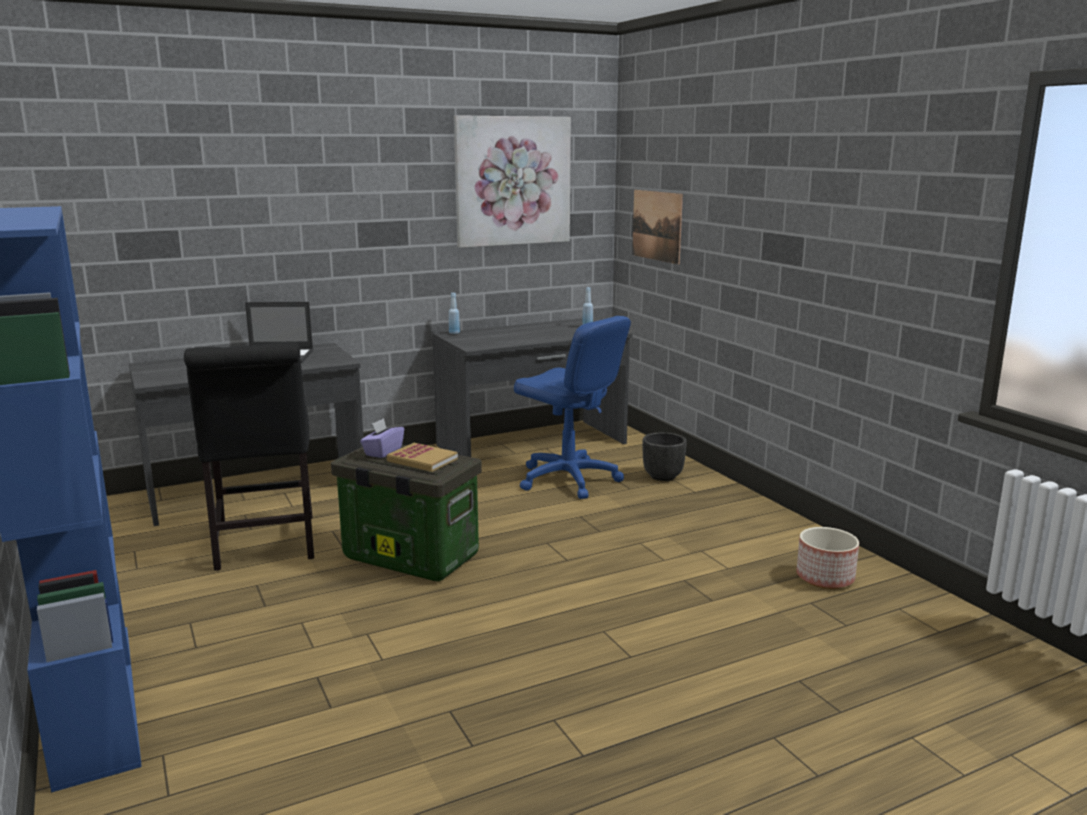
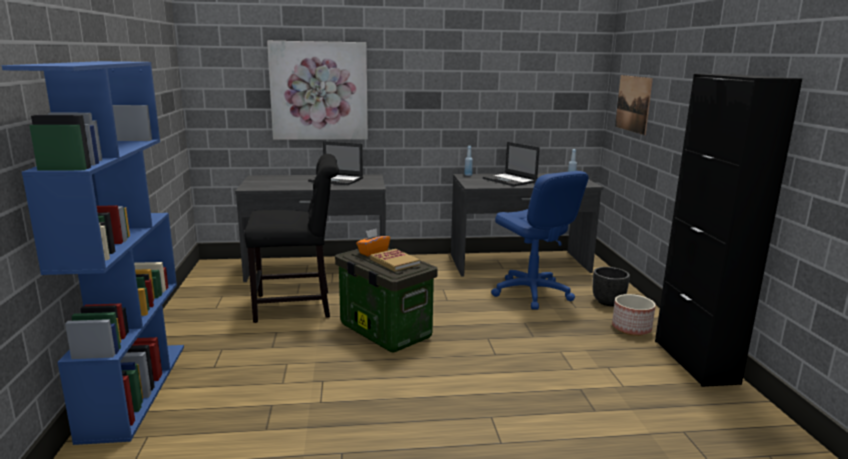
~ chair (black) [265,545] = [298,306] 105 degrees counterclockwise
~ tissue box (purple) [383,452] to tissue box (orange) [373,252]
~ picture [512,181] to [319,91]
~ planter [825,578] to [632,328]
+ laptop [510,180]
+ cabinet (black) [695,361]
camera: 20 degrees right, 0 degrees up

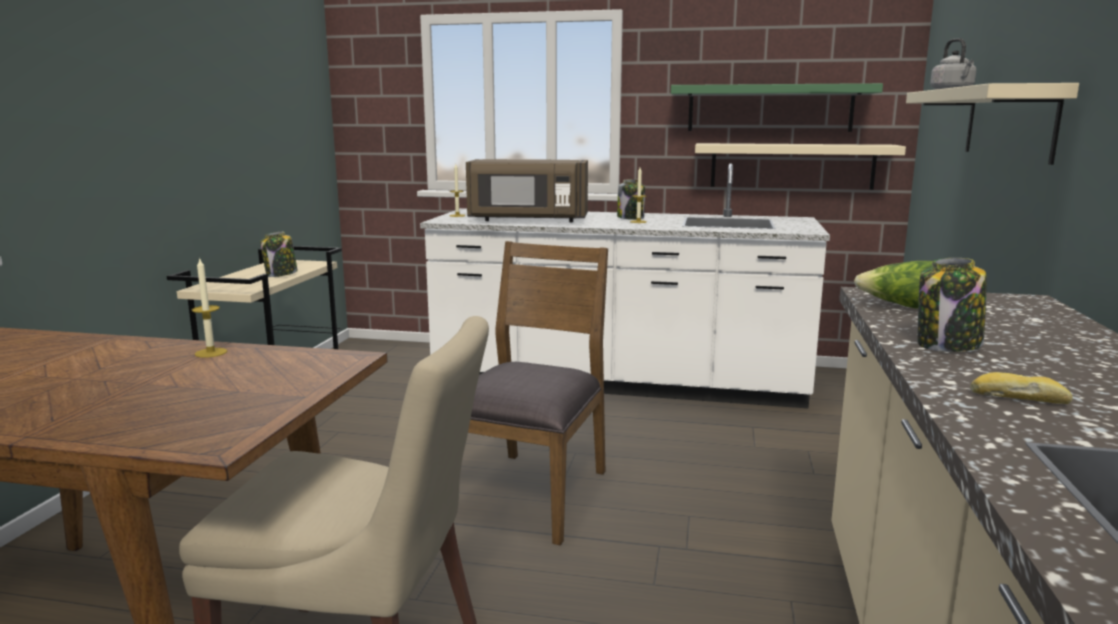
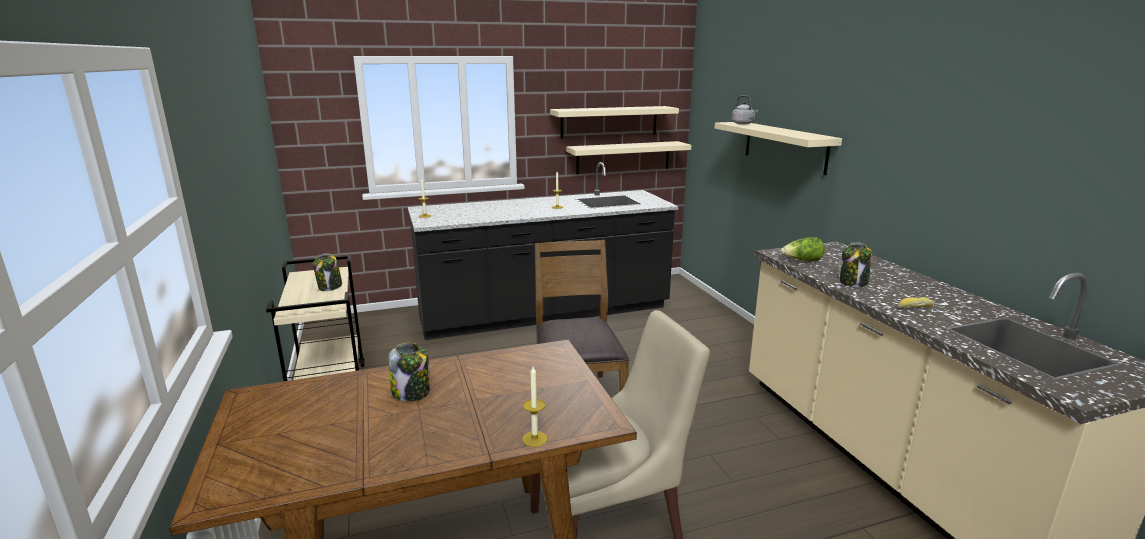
~ candle [211,352] to [534,439]
~ counter (white) [618,382] to counter (black) [545,313]
- microwave (brown) [527,220]
~ jar [631,218] to [412,392]
~ shelf (green) [769,108] to shelf (beige) [609,122]
camera: 30 degrees left, 5 degrees up

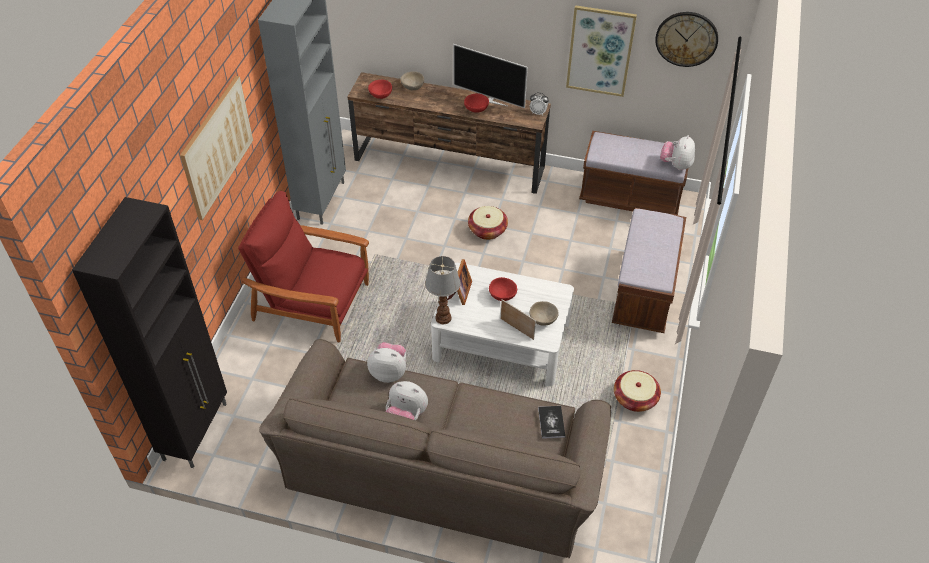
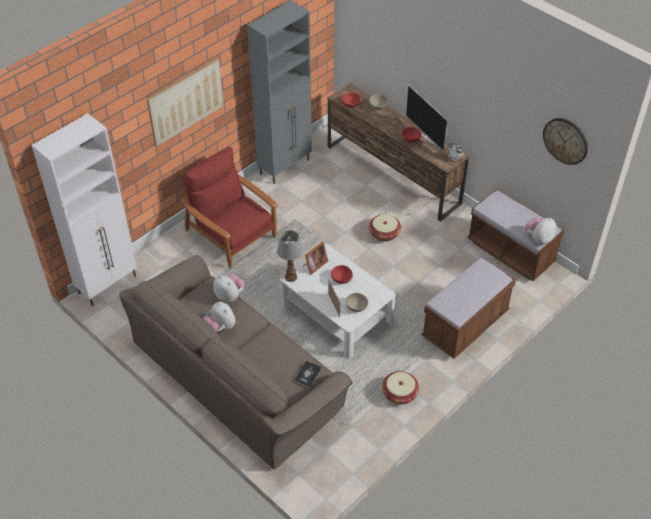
~ cabinet (black) [196,430] to cabinet (white) [108,284]
- picture [600,51]
camera: 30 degrees right, 0 degrees up

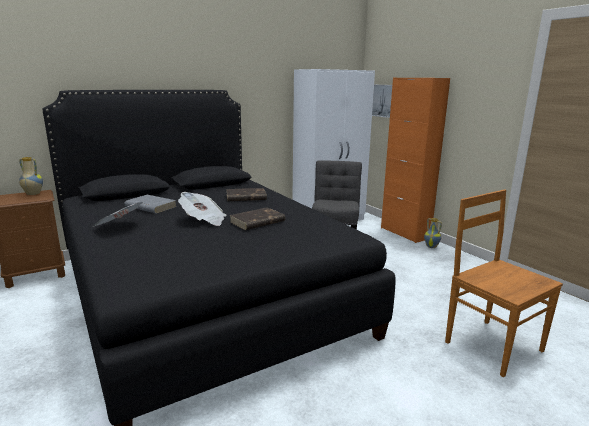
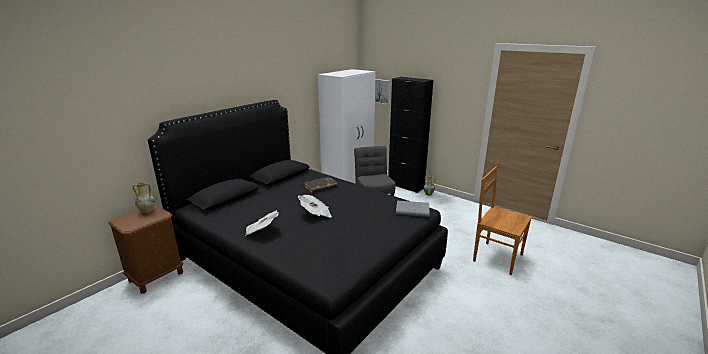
~ book (grey) [150,206] to [412,211]
- book (brown) [257,222]
~ cabinet (orange) [405,233] to cabinet (black) [406,186]
camera: 20 degrees left, 5 degrees up

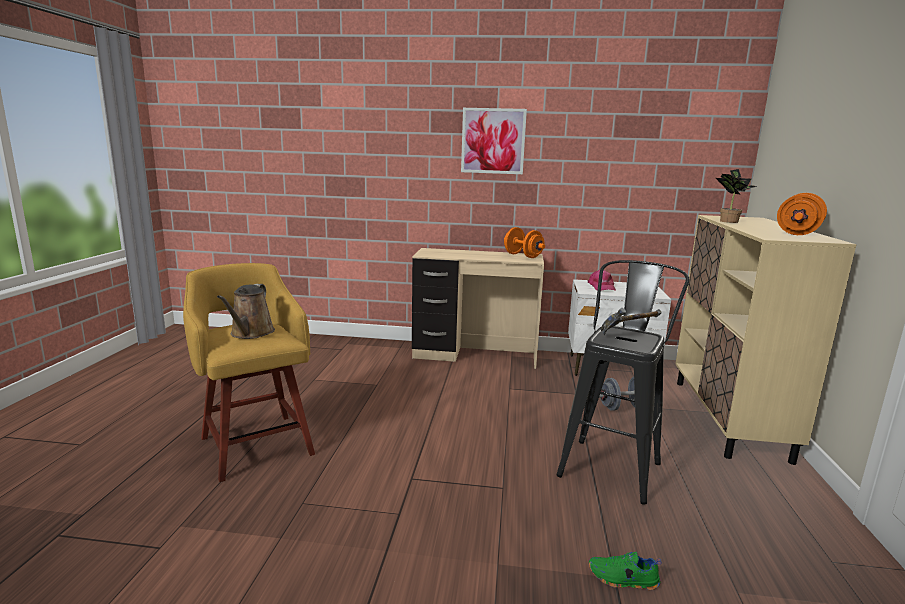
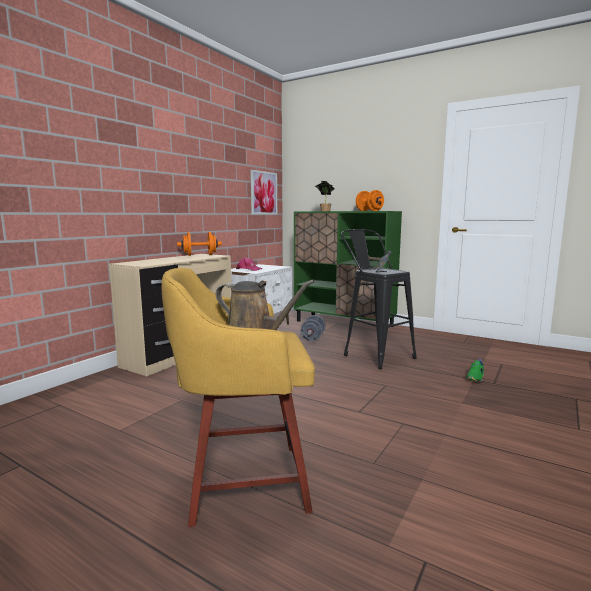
~ picture [493,141] to [263,193]
~ cabinet (beige) [728,418] to cabinet (green) [344,323]
camera: 65 degrees left, 5 degrees down

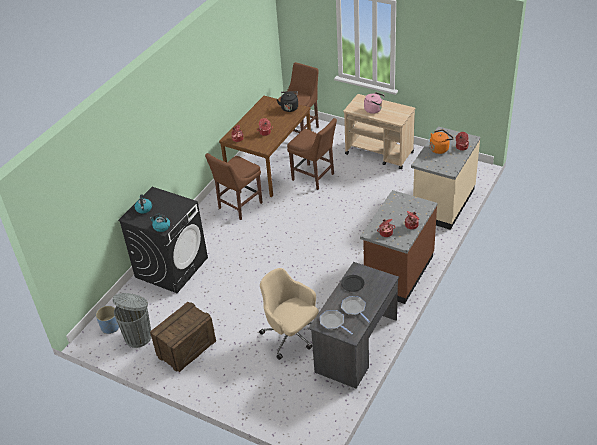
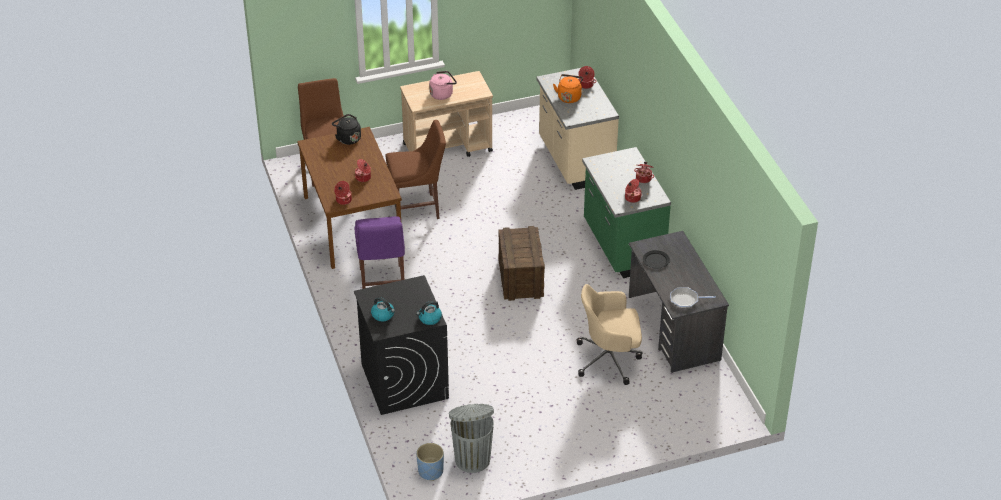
~ crate [186,348] to [520,278]
~ chair (brown) [238,206] to chair (purple) [382,283]
- frying pan [354,308]
~ counter (brown) [398,272] to counter (green) [621,246]
camera: 50 degrees left, 0 degrees up

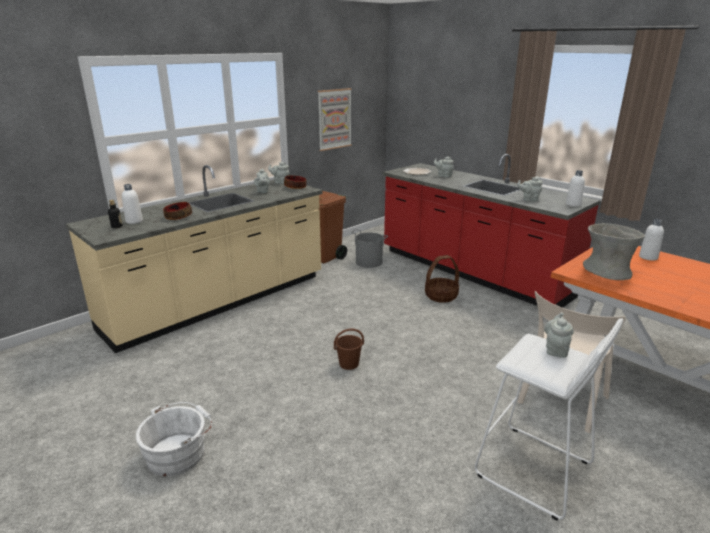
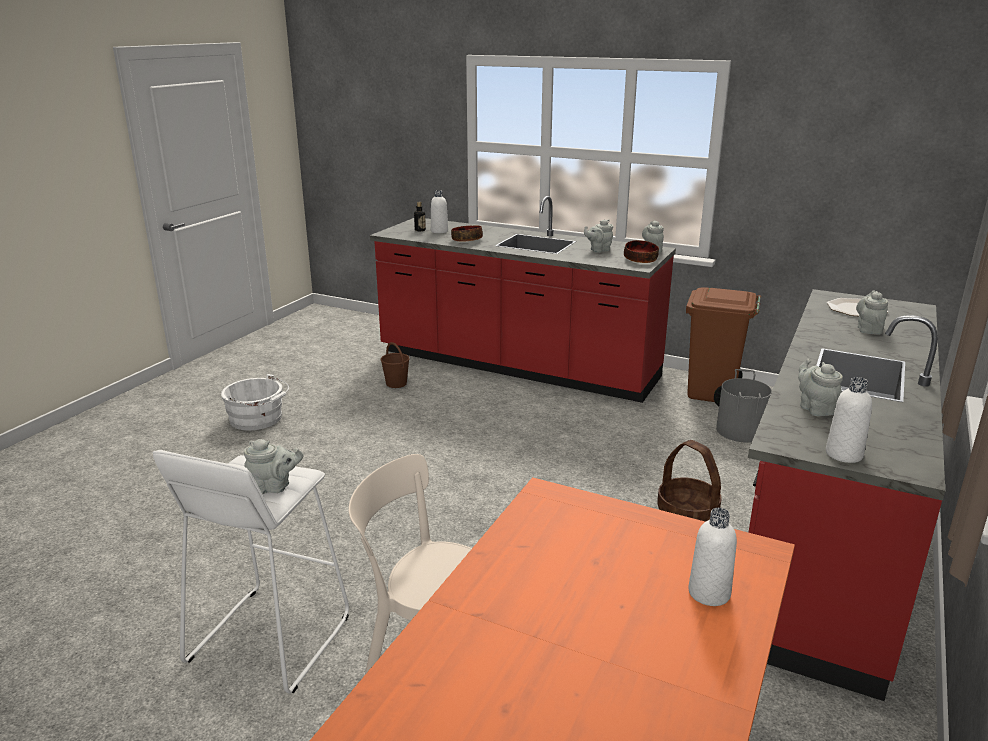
~ counter (beige) [219,303] to counter (red) [516,366]
- picture [334,119]
~ bucket (brown) [349,364] to [396,384]
- vase (grey) [606,271]
camera: 70 degrees right, 0 degrees up

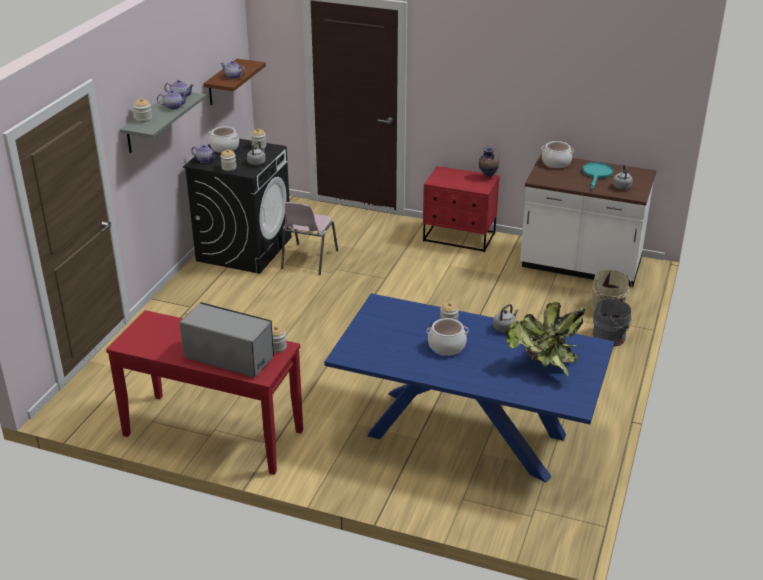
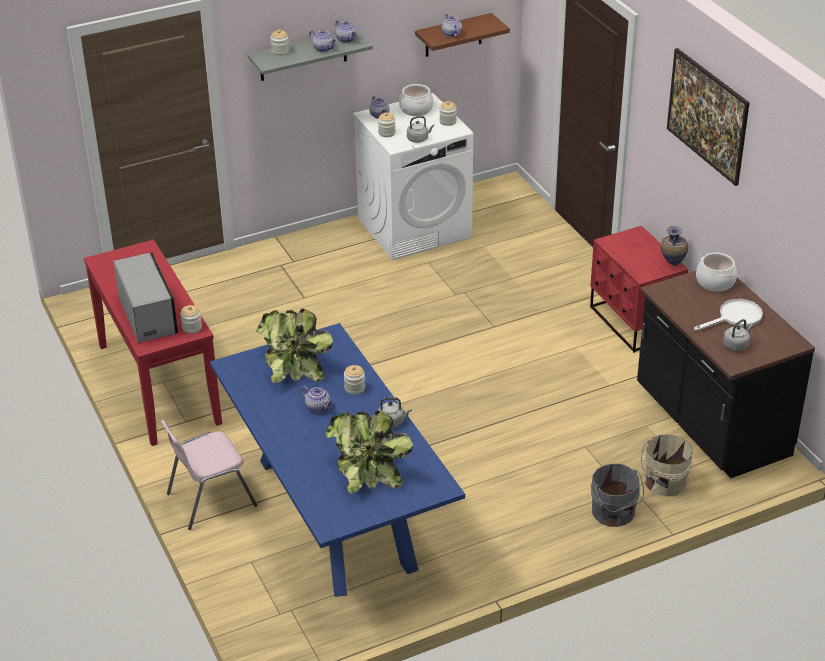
~ washing machine (black) [244,249] to washing machine (white) [415,228]
~ chair (pink) [308,260] to [210,499]
~ cooking pot [447,346] to teapot [318,407]
~ counter (white) [580,266] to counter (black) [710,424]
~ frying pan (turquoise) [597,174] to frying pan (white) [735,318]
+ potted plant [292,369]
+ picture [705,136]
camera: 45 degrees right, 5 degrees up

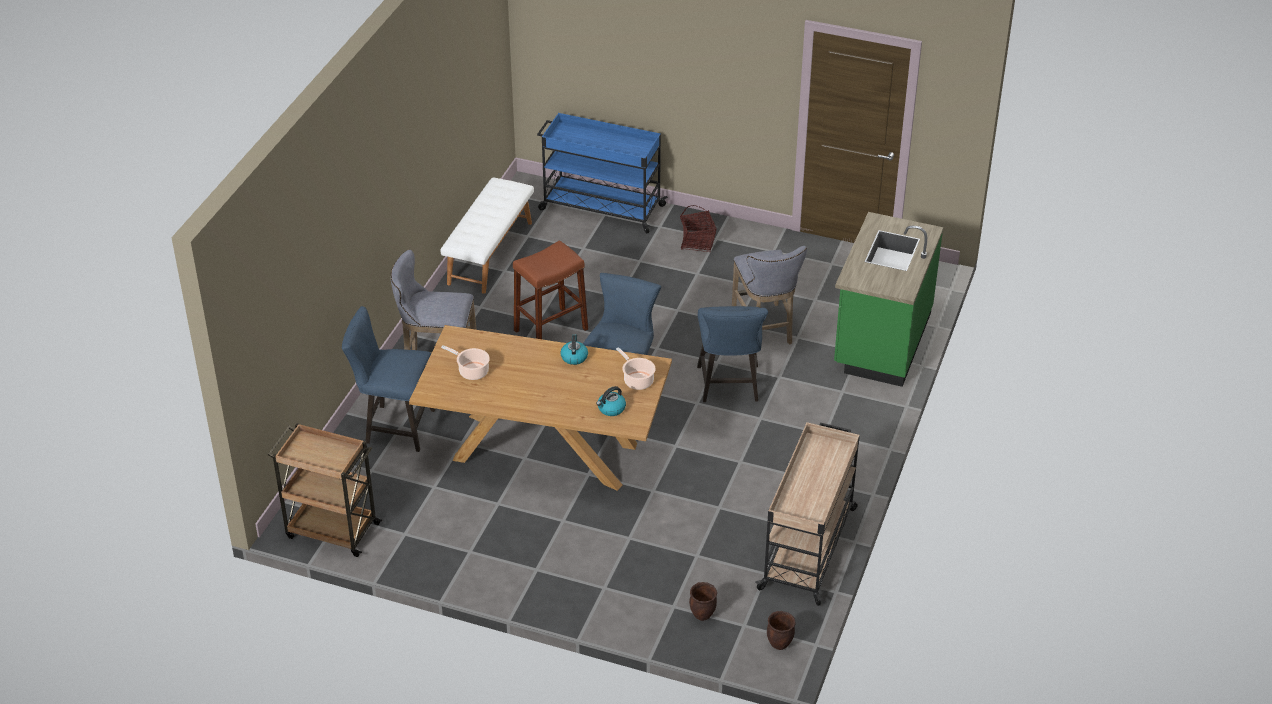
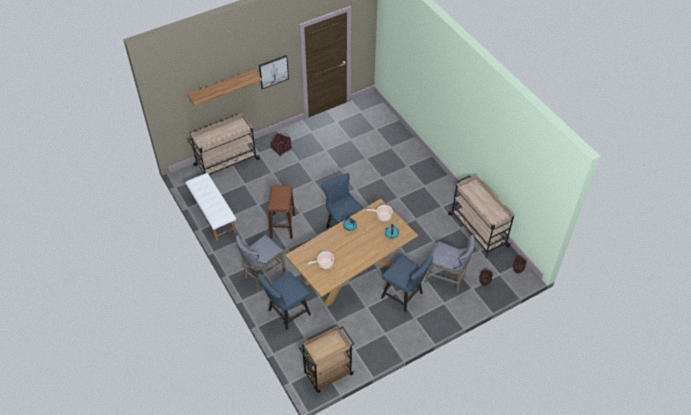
~ cart (blue) [600,207] to cart (beige) [226,162]
~ chair (blue) [729,387] to [404,296]
~ stool (grey) [764,329] to [447,279]
- counter (green) [881,340]
+ shelf [222,86]
+ picture [273,71]
camera: 50 degrees left, 10 degrees up

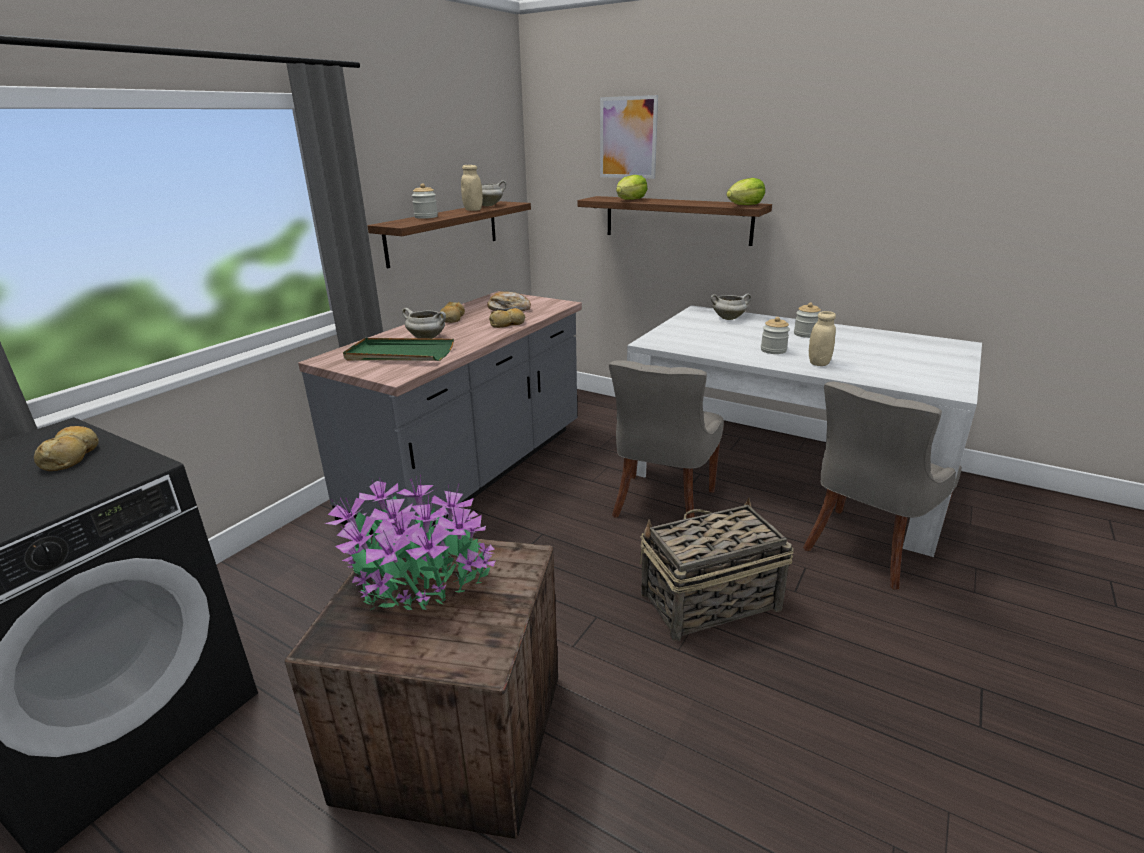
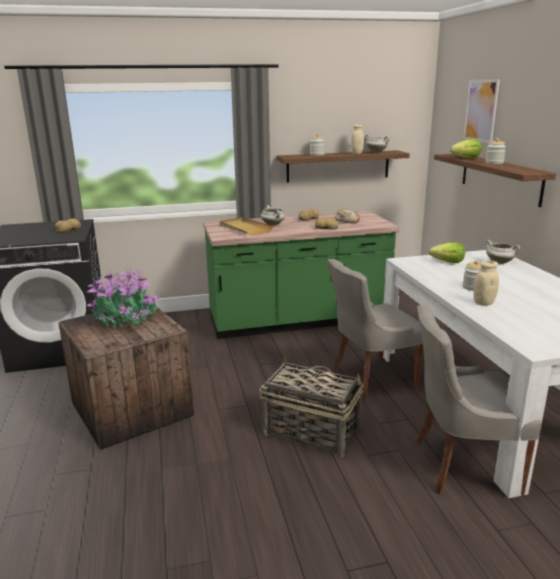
~ counter (grey) [472,472] to counter (green) [298,320]
~ tray (green) [399,354] to tray (beige) [244,228]
~ lettuce [745,205] to [448,262]
~ jar [805,334] to [494,163]
camera: 45 degrees right, 5 degrees down

